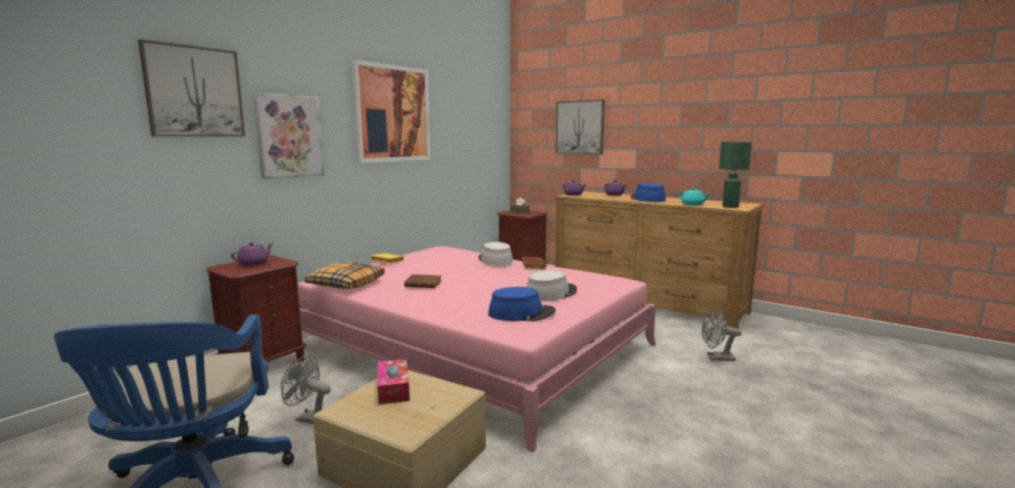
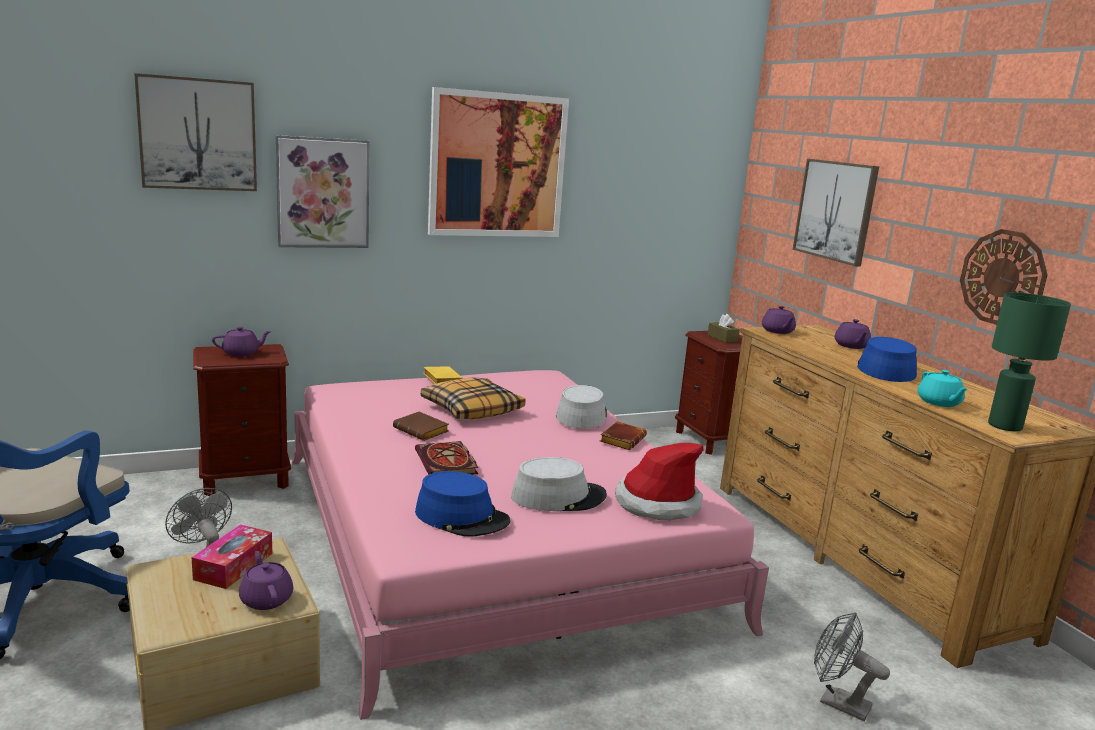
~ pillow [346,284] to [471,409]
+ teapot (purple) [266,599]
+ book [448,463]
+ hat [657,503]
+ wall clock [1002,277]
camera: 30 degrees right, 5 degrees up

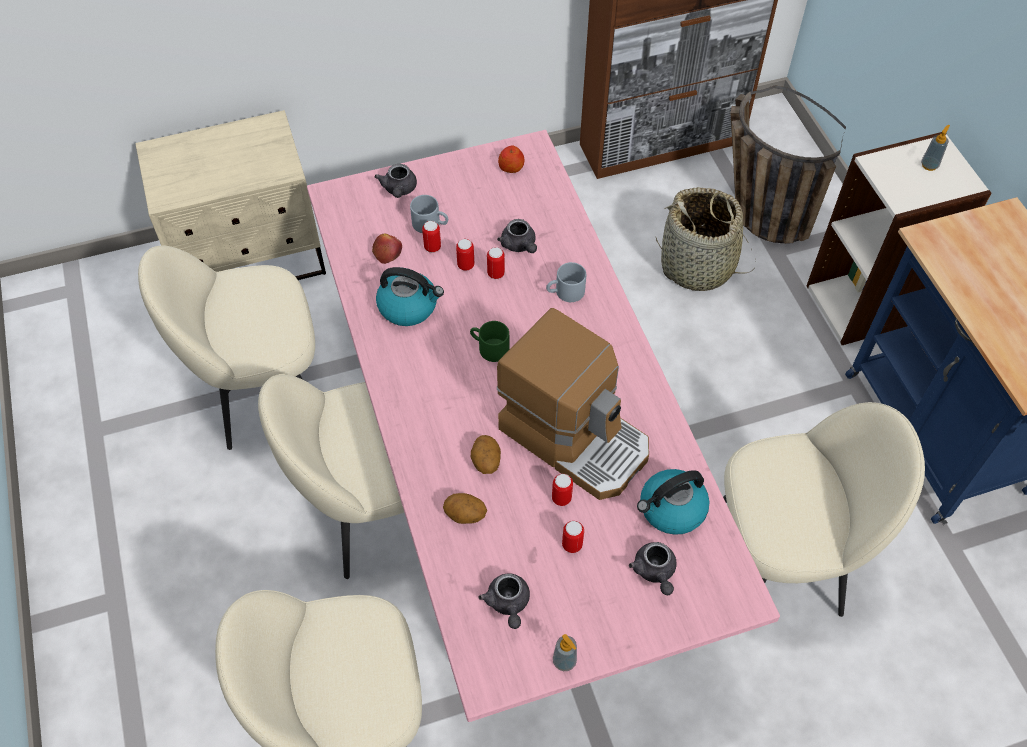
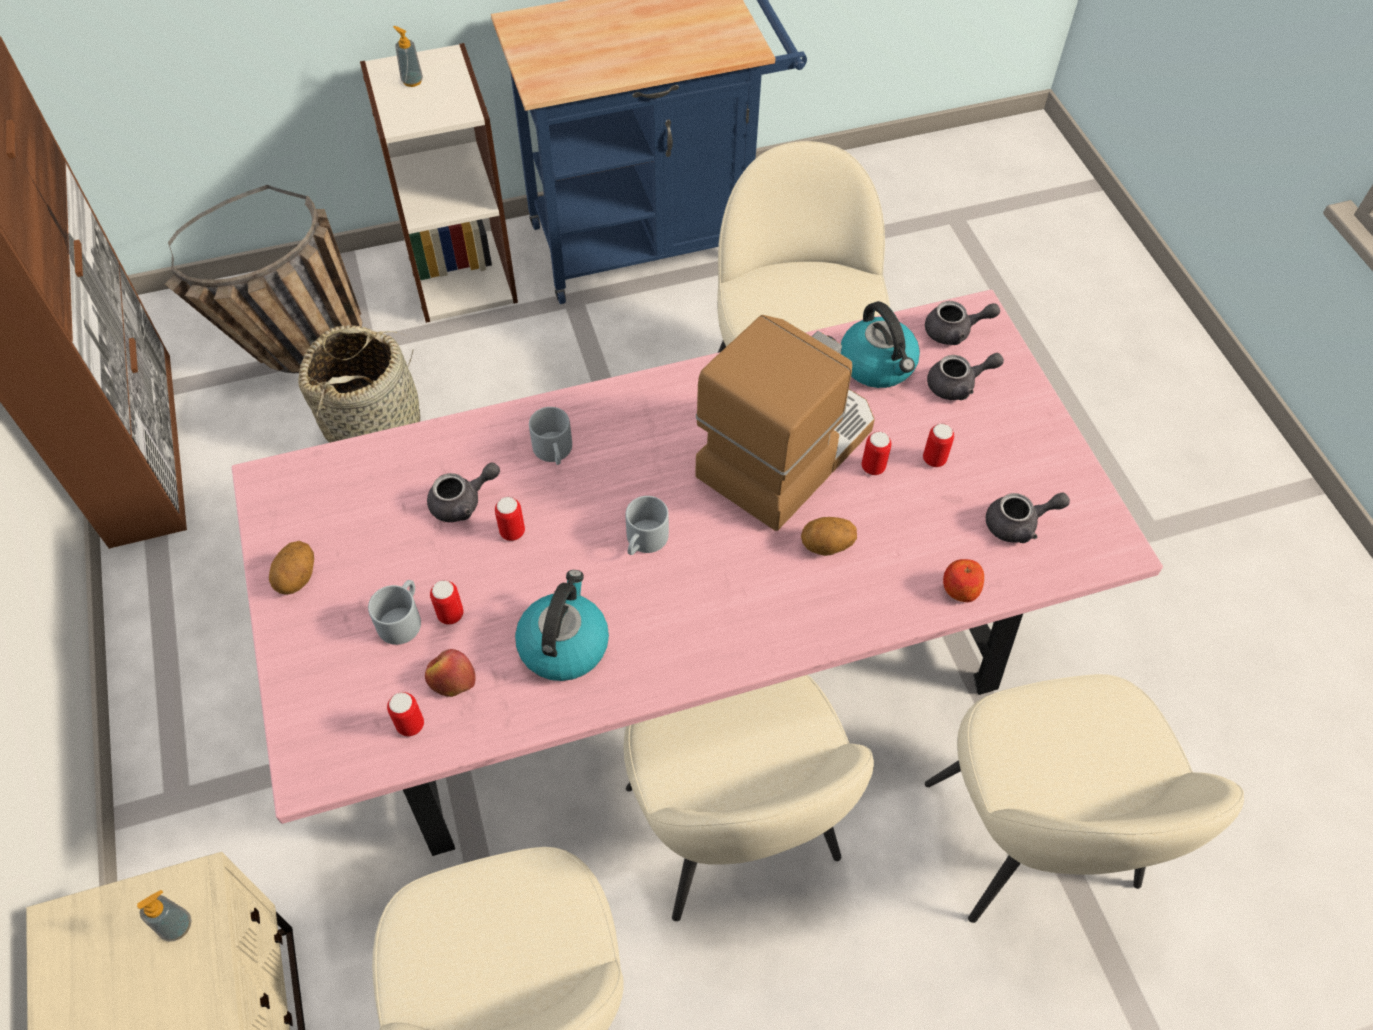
~ teapot (grey) [399,190] to [954,332]
~ potato [465,516] to [298,578]
~ can [465,265] to [410,725]
~ mug (green) [489,348] to mug (grey) [644,541]
~ apple [511,167] to [960,588]
~ soap dispenser [564,661] to [176,926]
camera: 90 degrees left, 0 degrees up

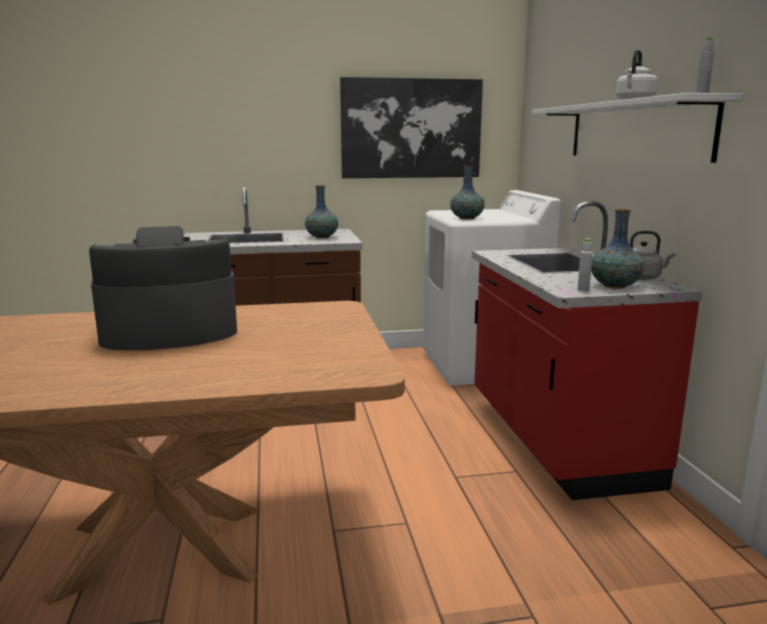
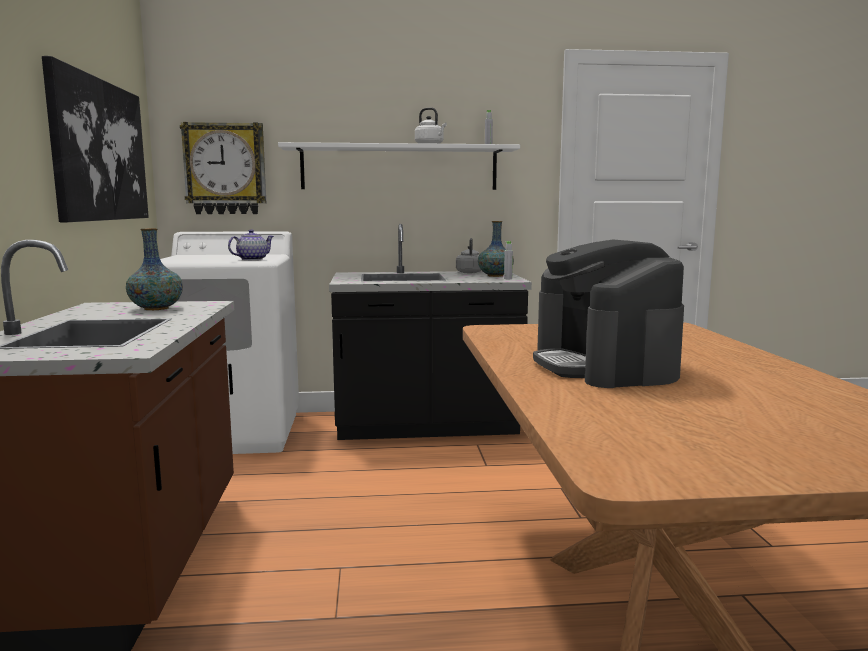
~ vase [466,218] to teapot [252,259]
~ counter (red) [555,440] to counter (black) [427,427]
+ wall clock [225,169]
camera: 85 degrees left, 5 degrees down

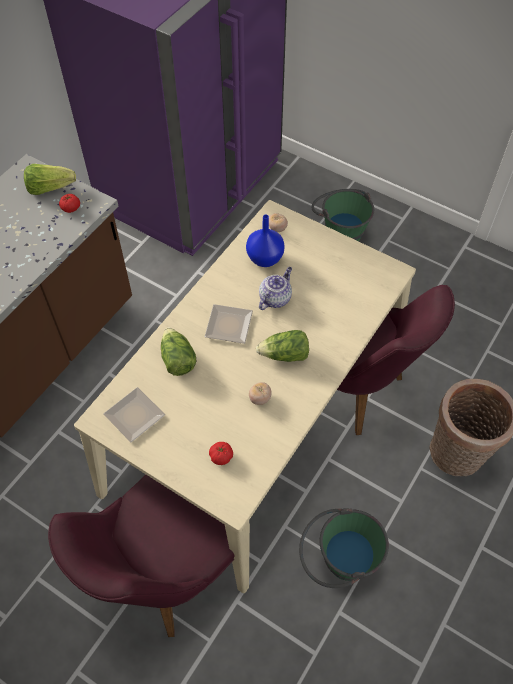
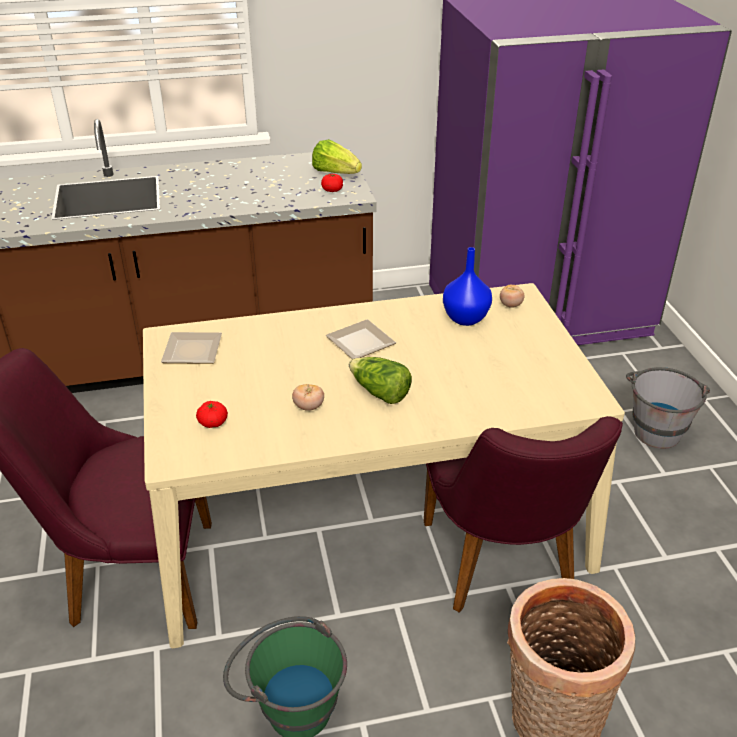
- lettuce [177,359]
- teapot [275,298]
~ bucket (green) [339,231] to bucket (grey) [656,427]
camera: 45 degrees right, 20 degrees down

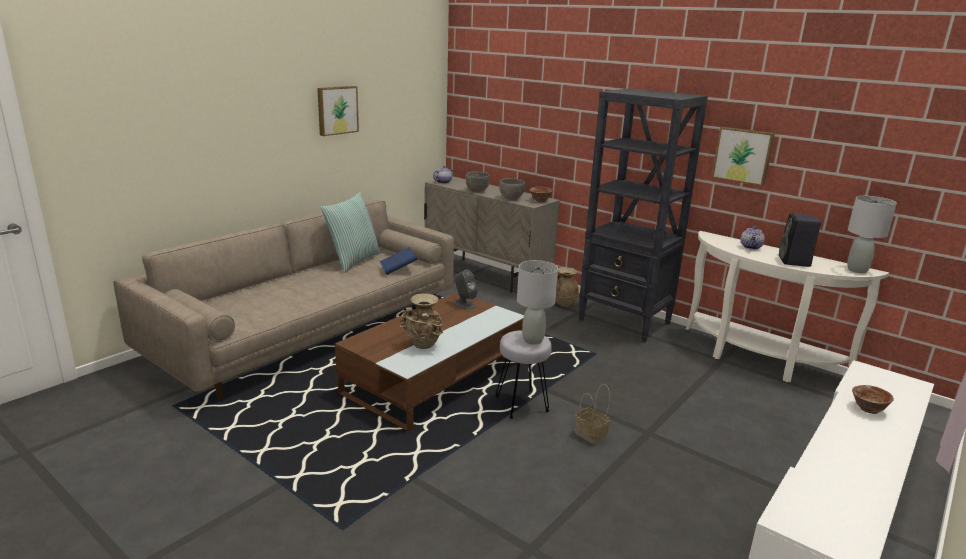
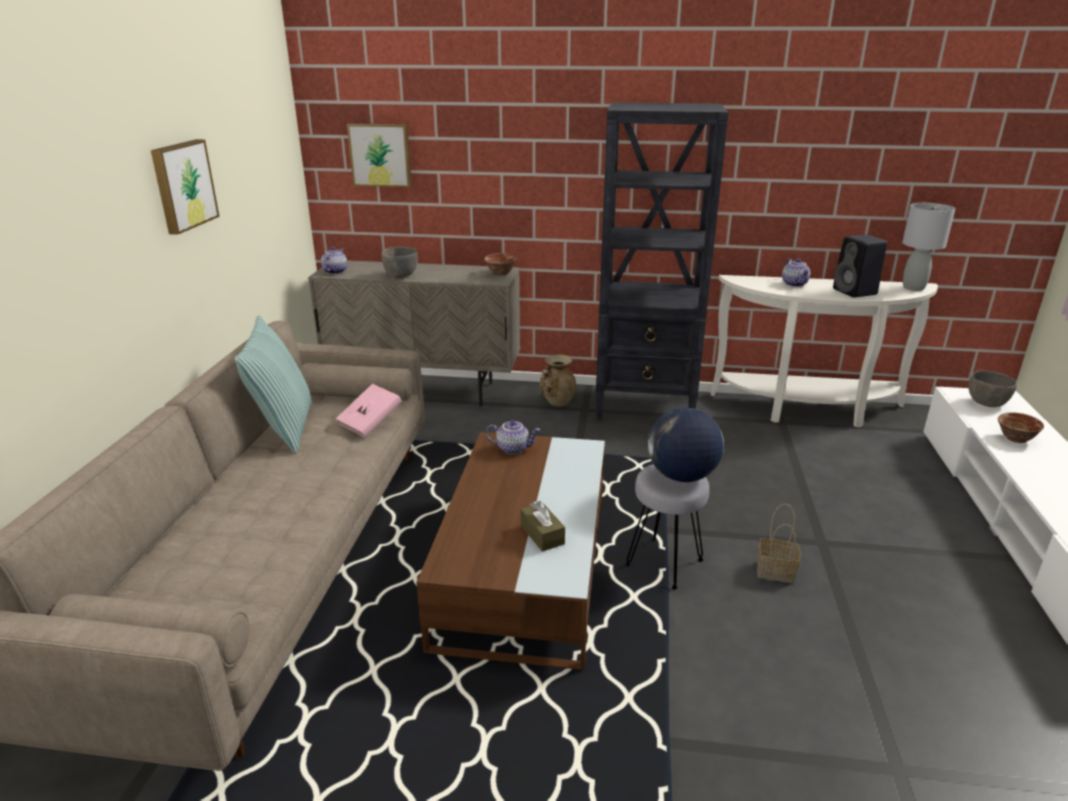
~ book (blue) [398,269] to book (pink) [370,423]
~ vase (beige) [423,345] to tissue box (brown) [542,535]
~ speaker (grey) [464,304] to teapot [513,448]
~ bowl (grey) [511,198] to [986,403]
~ table lamp (grey) [532,340] to globe [682,476]
~ picture [743,155] to [381,155]
camera: 30 degrees left, 5 degrees up

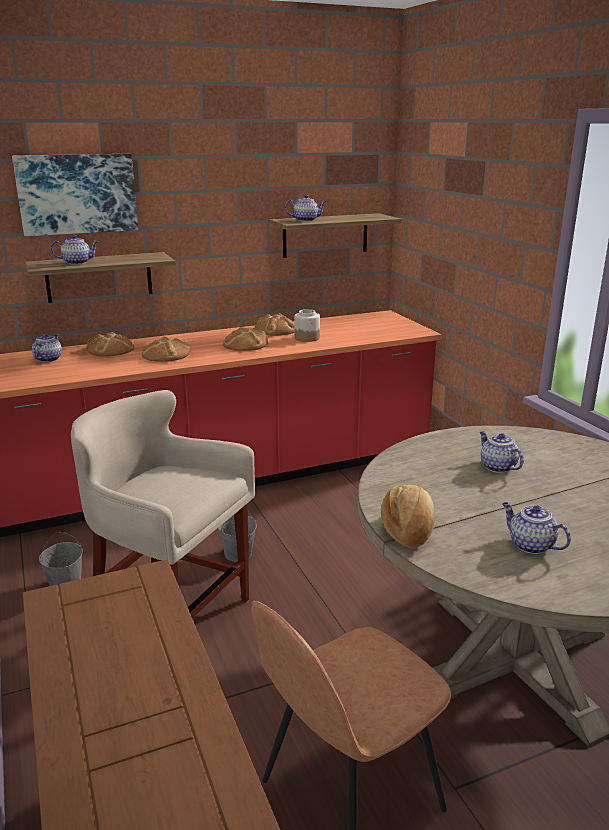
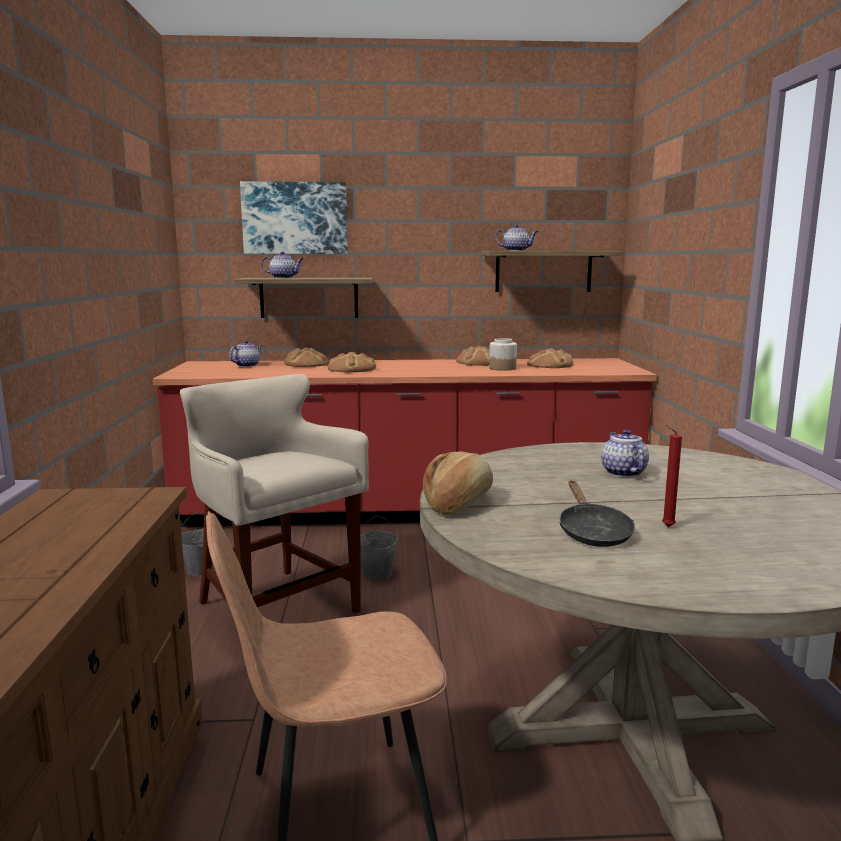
~ bread [246,344] to [550,365]
~ teapot [530,545] to frying pan (black) [592,532]
+ candle (red) [666,526]
camera: 20 degrees right, 10 degrees down

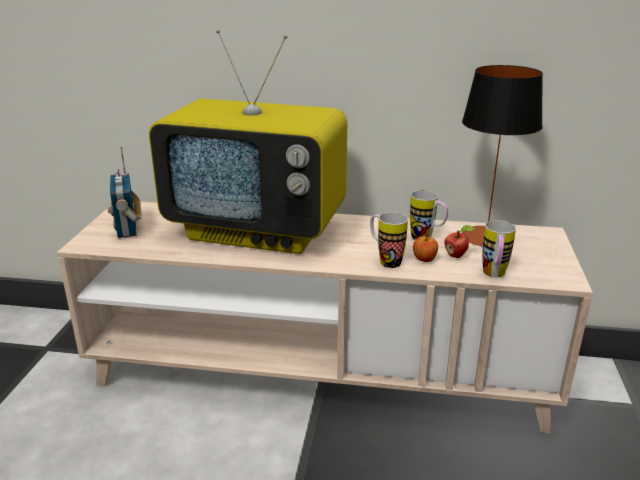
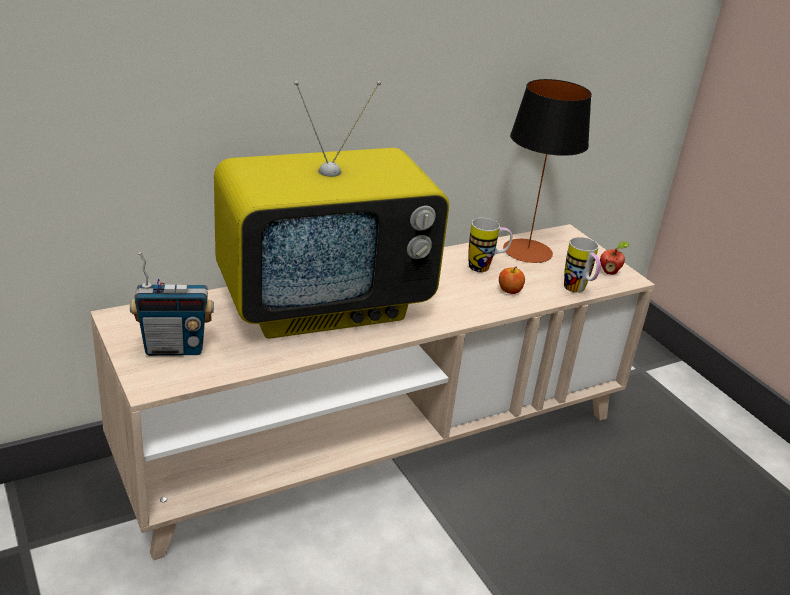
~ radio [128,229] = [174,348] 45 degrees counterclockwise
- mug [385,260]
~ apple [456,255] to [609,272]
camera: 40 degrees left, 5 degrees up

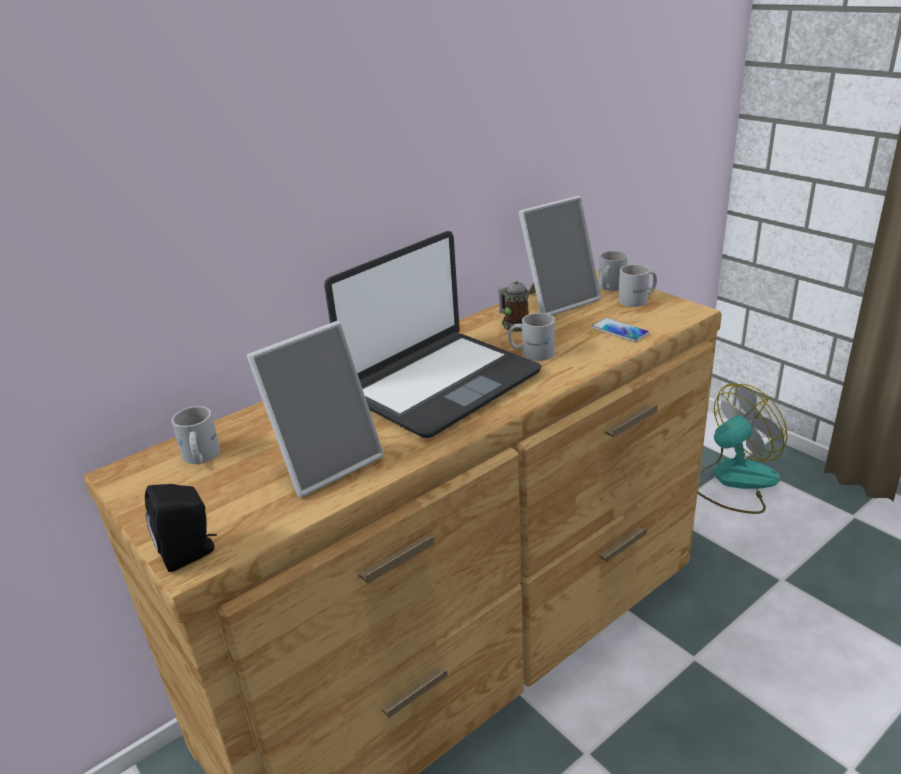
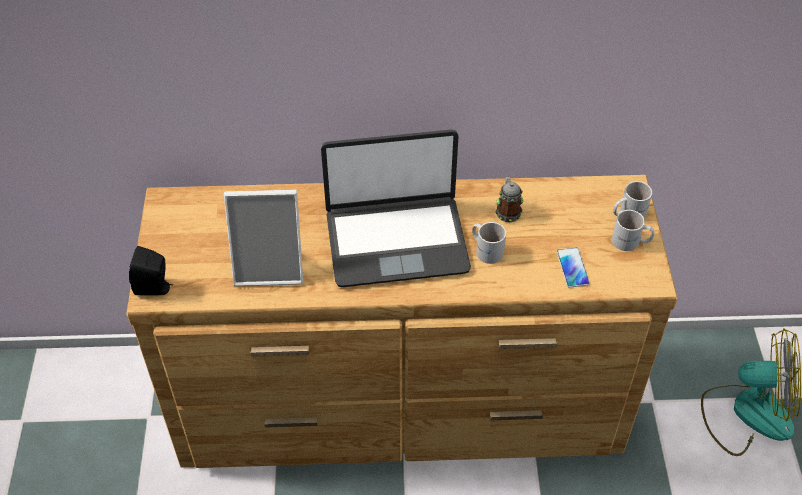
- mug (white) [199,457]
- picture frame [558,301]
camera: 35 degrees right, 20 degrees up

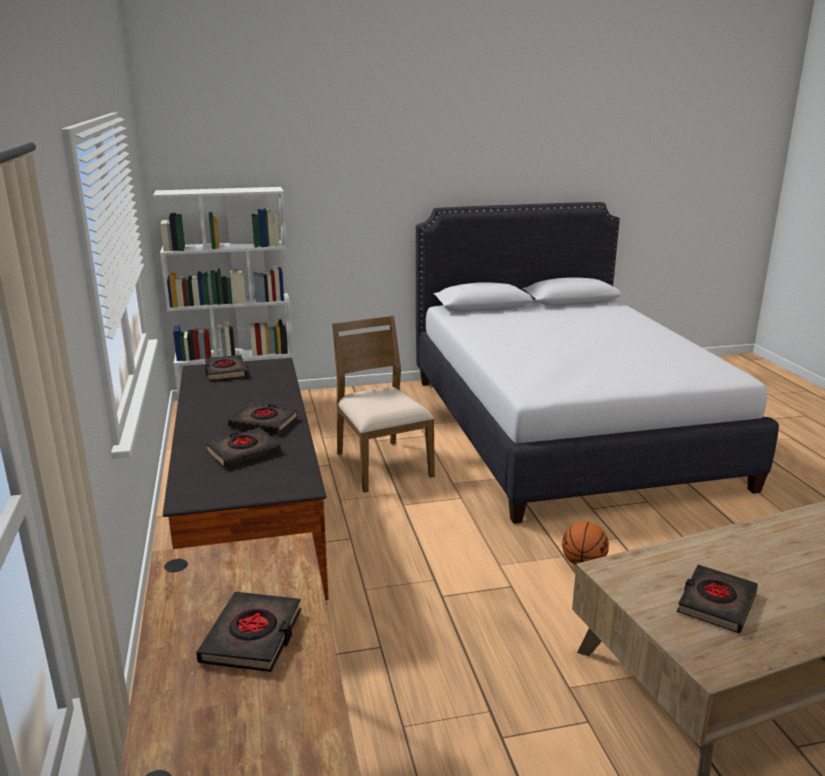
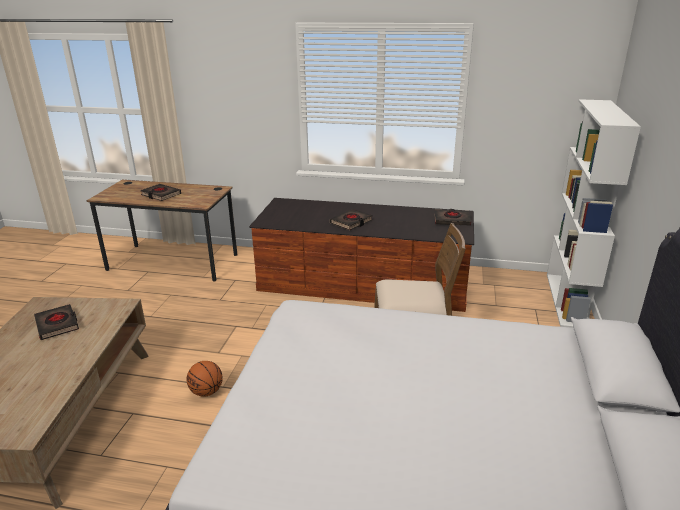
- book (black) [243,452]
camera: 115 degrees right, 5 degrees up

